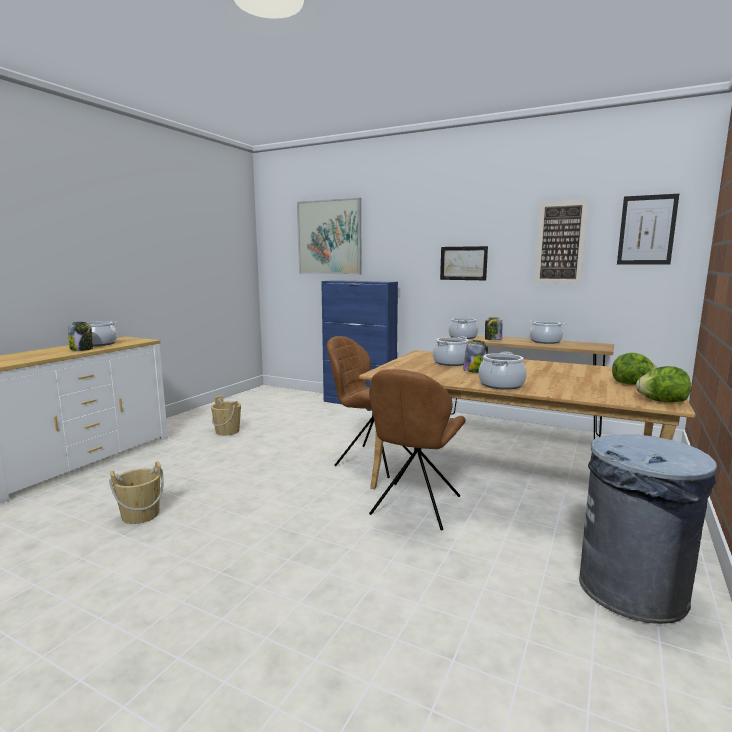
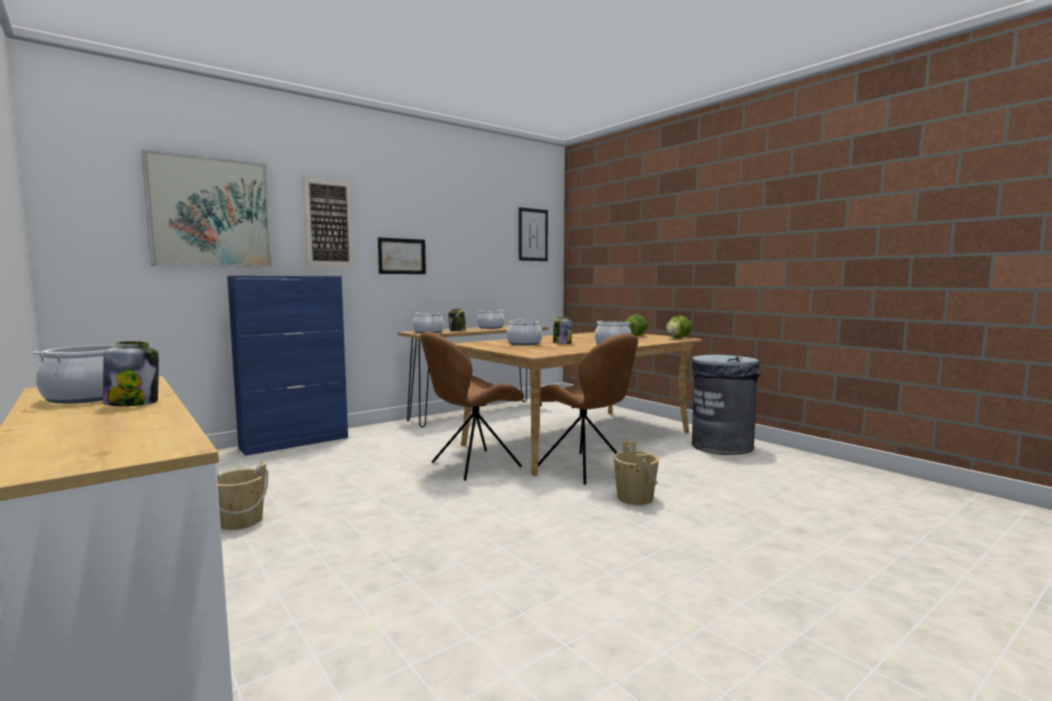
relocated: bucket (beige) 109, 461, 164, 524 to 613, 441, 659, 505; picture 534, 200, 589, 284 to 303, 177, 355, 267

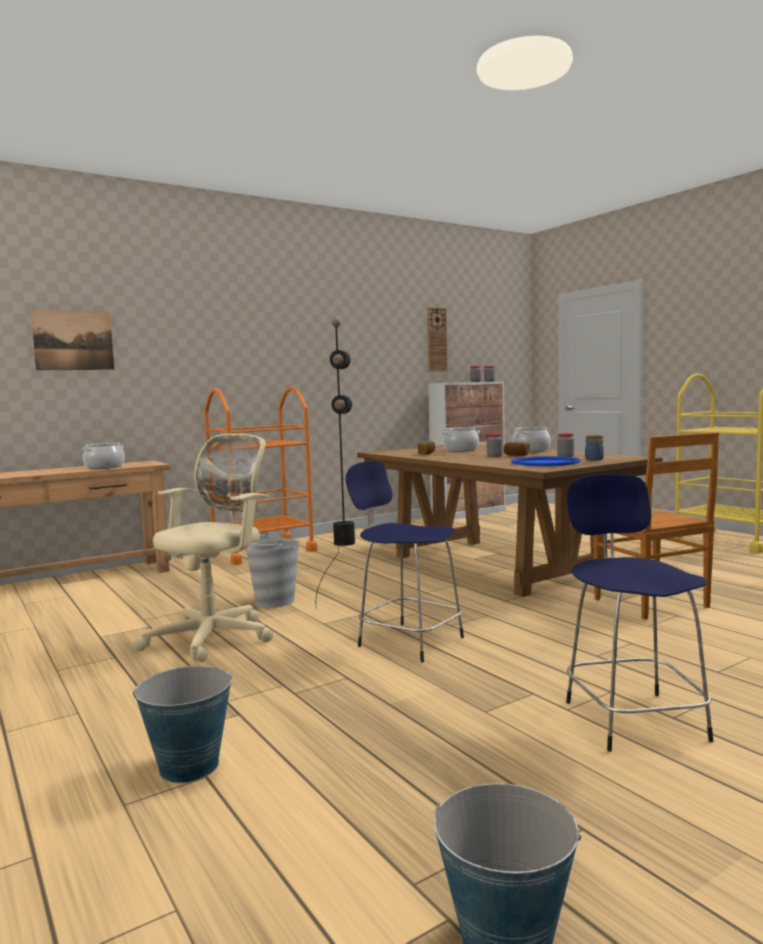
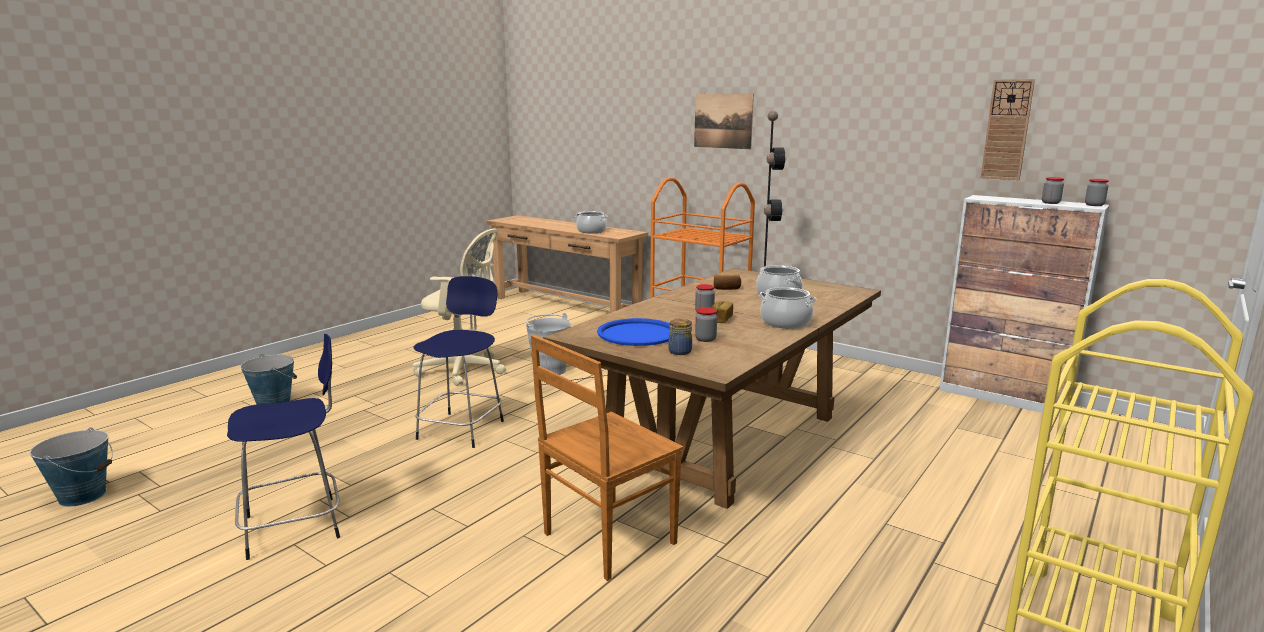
relocated: picture 31, 309, 114, 370 to 694, 94, 754, 149

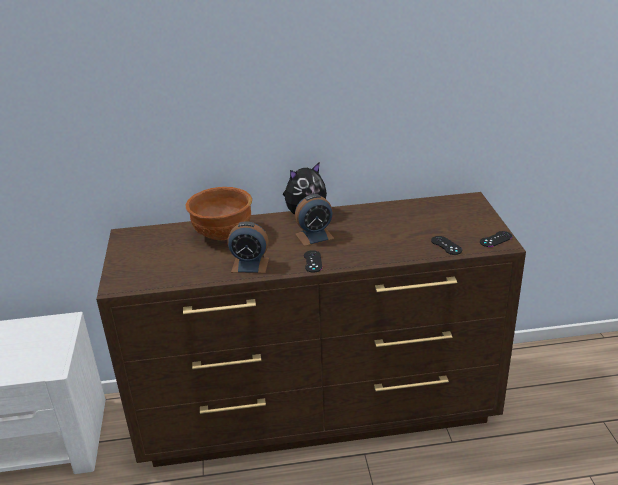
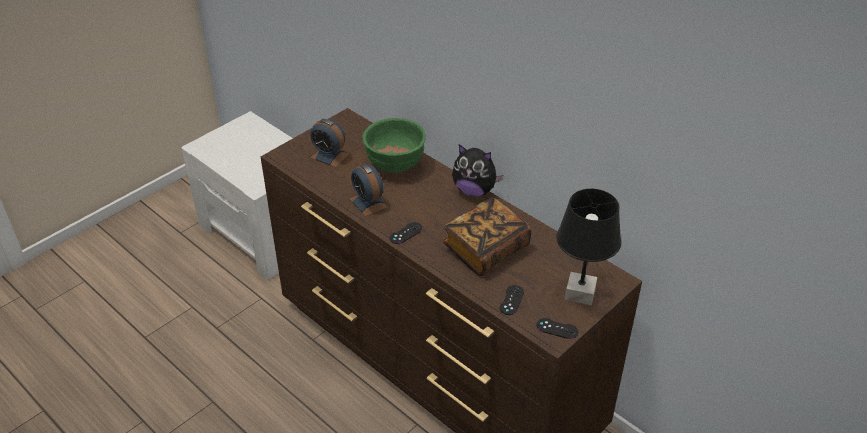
appeared: bound book 443, 197, 532, 276; table lamp (black-coloured) 556, 189, 621, 305
relocated: table clock 295, 194, 334, 246 to 310, 119, 349, 168
colour: serving bowl (brown) 186, 187, 252, 241 to serving bowl (green-coloured) 362, 118, 426, 173

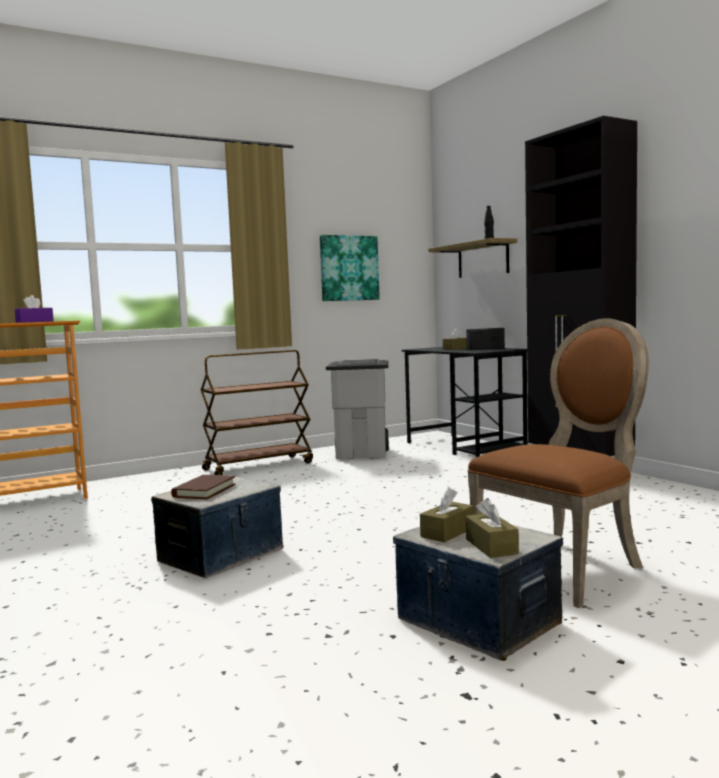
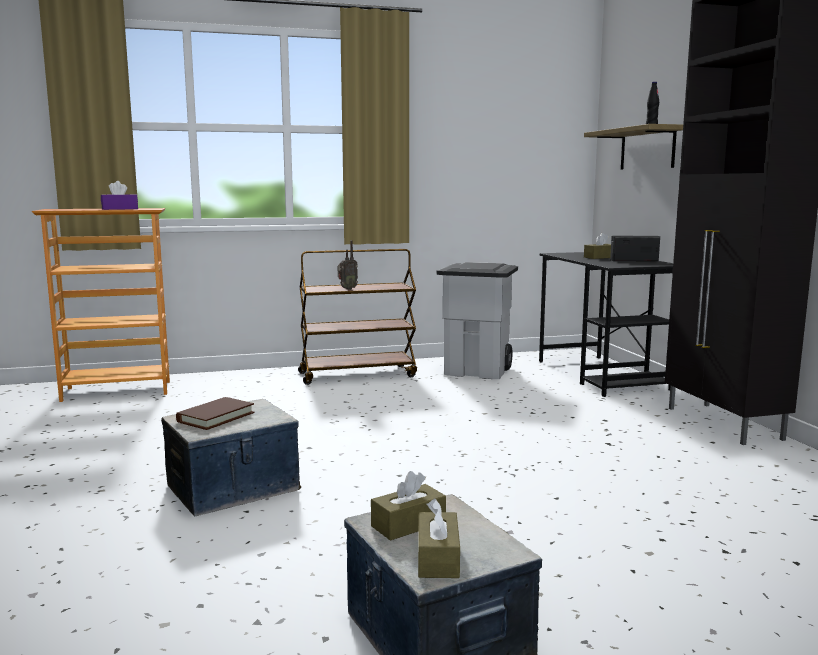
missing: picture 320, 235, 380, 301; chair (brown) 467, 318, 649, 608
appeared: radio receiver 338, 240, 358, 290

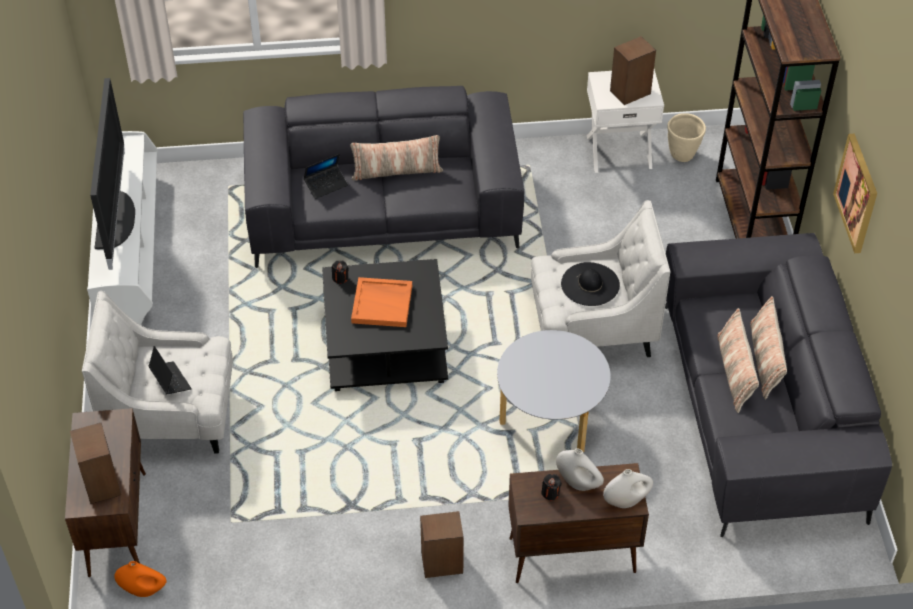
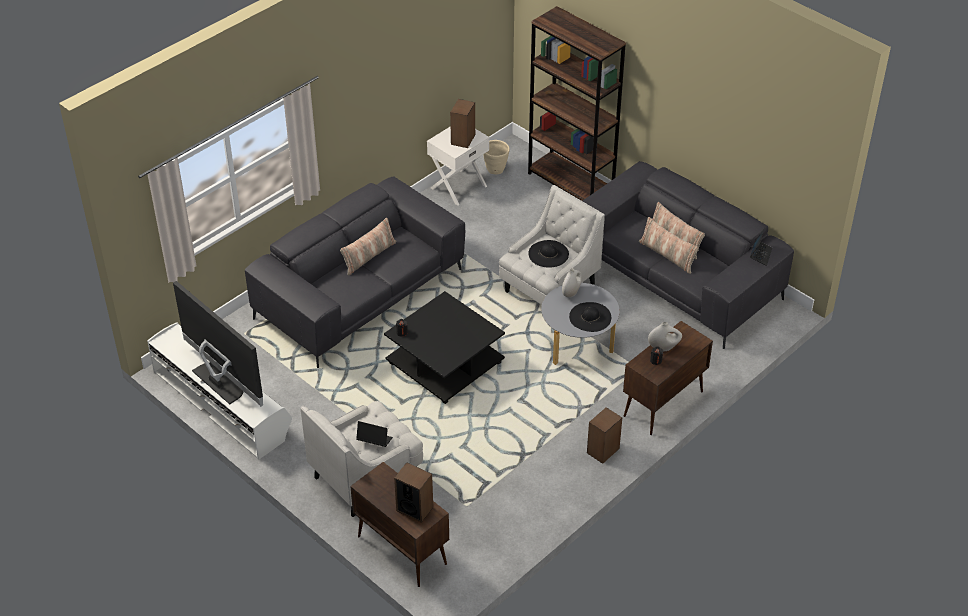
missing: decorative vase (orange) 114, 561, 166, 597; carrying tray (orange) 351, 277, 412, 327; picture 833, 134, 877, 253
appeared: hat (black-coloured) 569, 302, 611, 332
relocated: laptop 304, 154, 348, 199 to 750, 228, 772, 266; decorative vase (white-coloured) 603, 469, 653, 508 to 562, 268, 582, 298

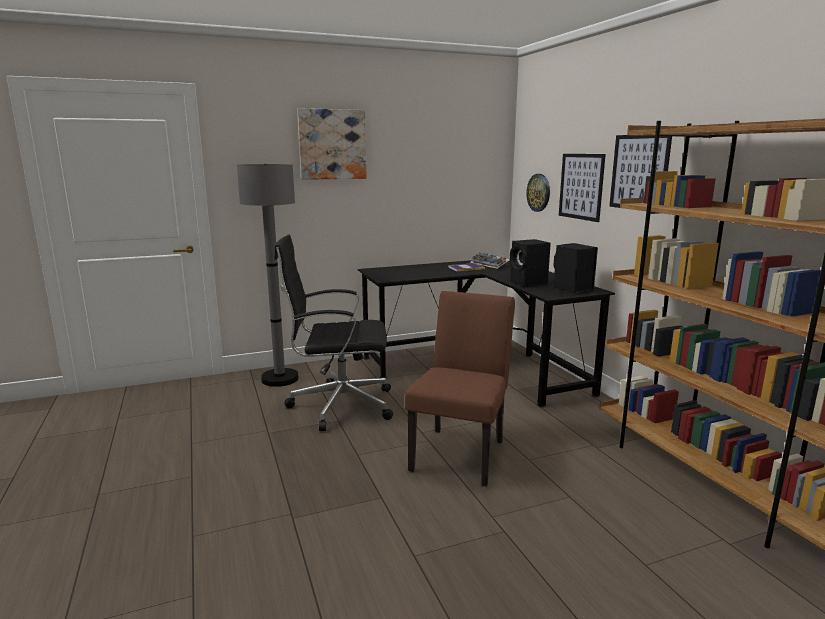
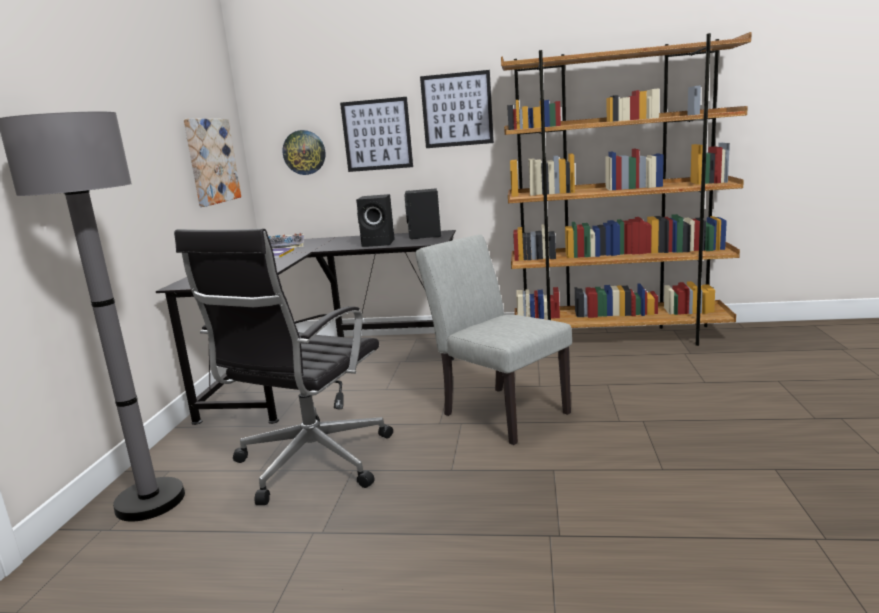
relocated: picture 297, 108, 366, 180 to 183, 118, 241, 207
colour: chair (brown) 405, 291, 515, 487 to chair (greyish) 415, 234, 572, 445

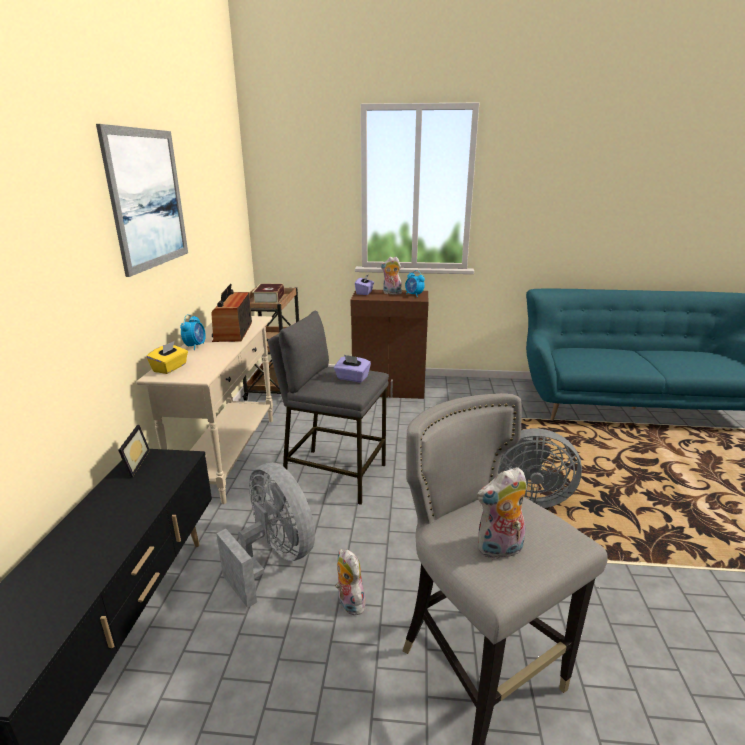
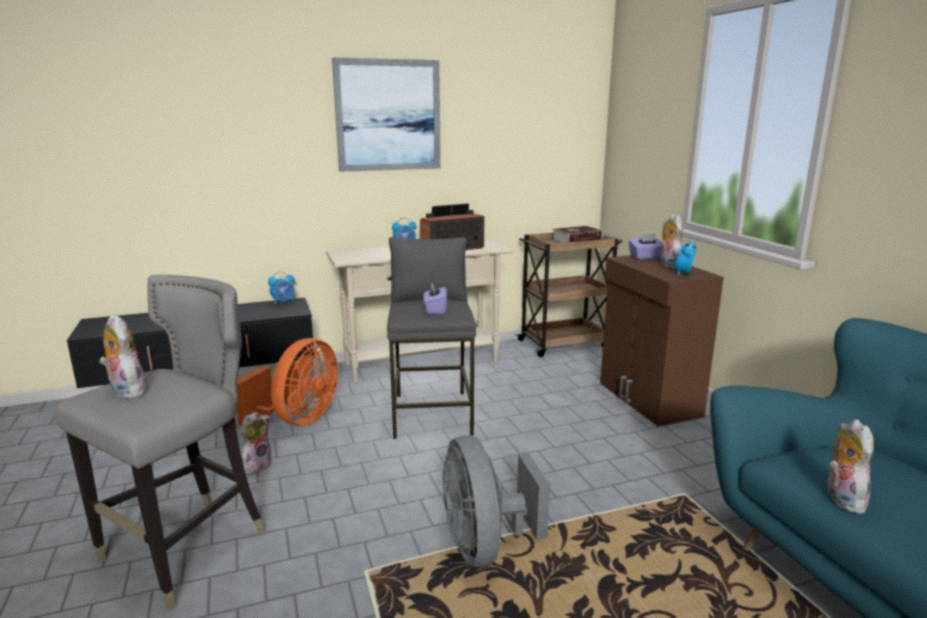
missing: box of tissues (yellow) 147, 341, 188, 374
appeared: soft toy 827, 419, 874, 514
exchanged: standing frame 118, 425, 150, 478 to table clock 268, 272, 294, 305
colour: electric fan (greyish) 216, 463, 315, 608 to electric fan (orange) 237, 338, 338, 426

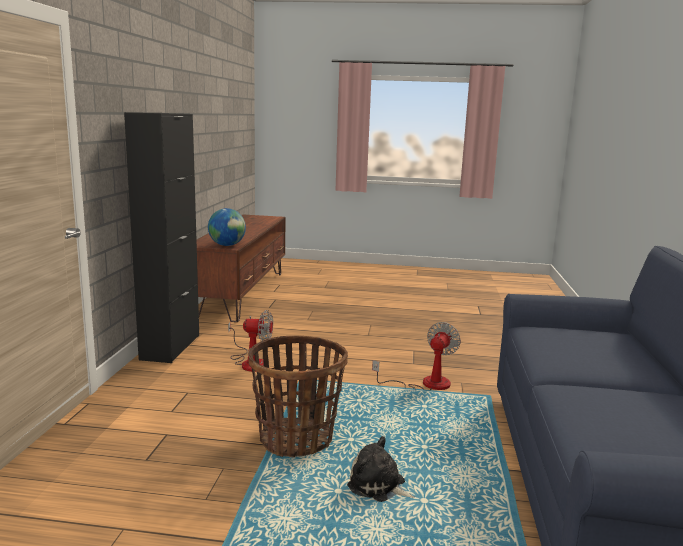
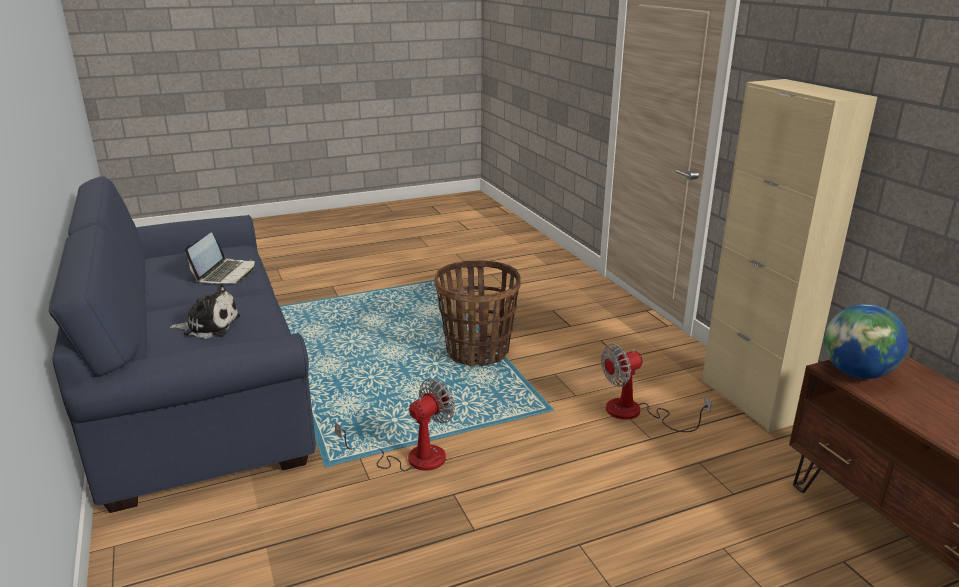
appeared: laptop 185, 233, 255, 284
relocated: soft toy 347, 436, 414, 502 to 170, 284, 240, 339
colour: cabinet (black-coloured) 124, 112, 199, 363 to cabinet (beige) 702, 79, 877, 432
spun: electric fan 372, 322, 461, 391 = 335, 379, 455, 471 135 degrees counterclockwise

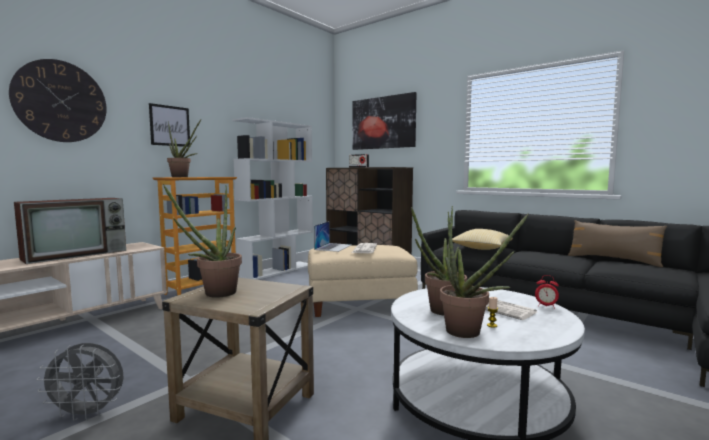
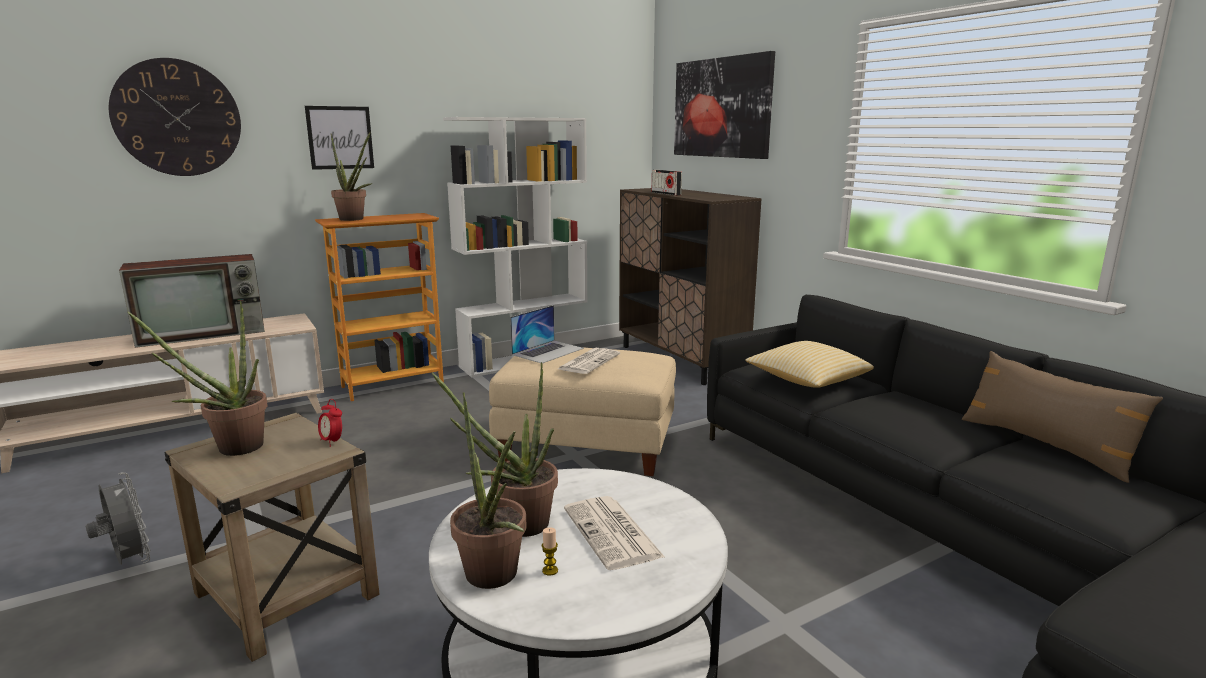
relocated: table clock 535, 275, 559, 309 to 318, 399, 342, 447
spun: electric fan (greyish) 36, 343, 124, 421 = 86, 472, 151, 565 150 degrees counterclockwise

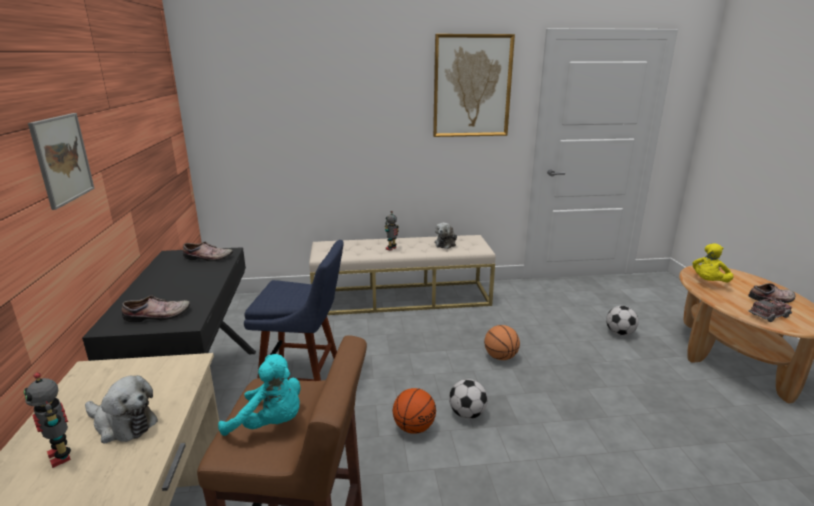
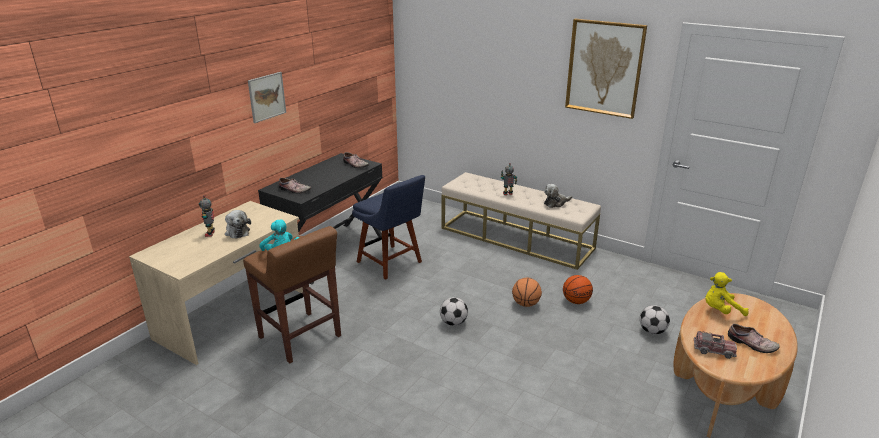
relocated: basketball 393, 388, 436, 434 to 563, 275, 593, 304

